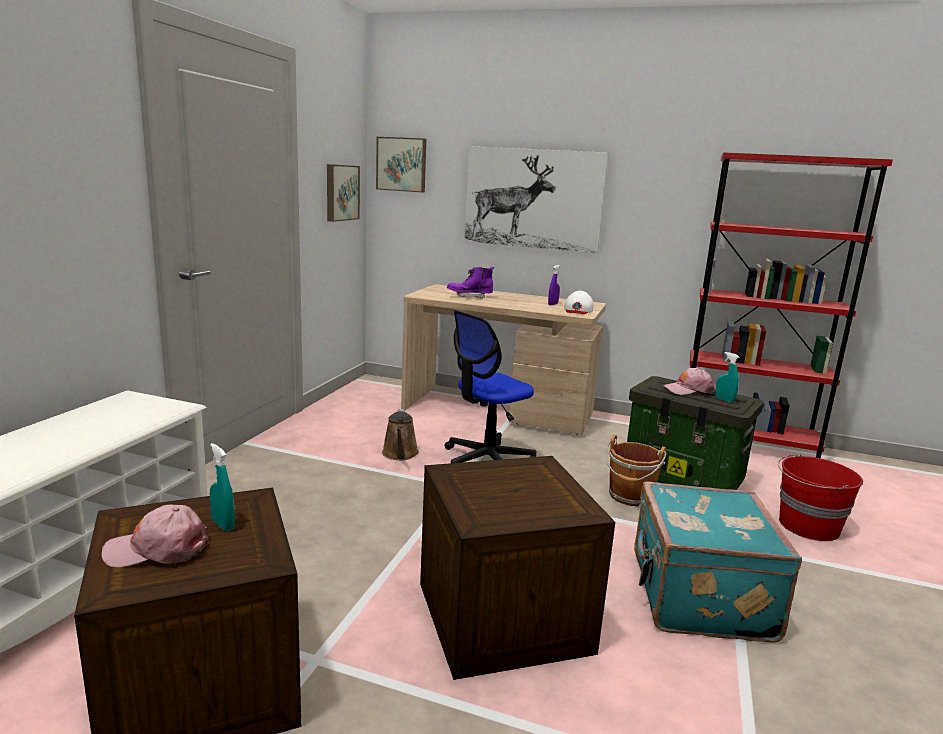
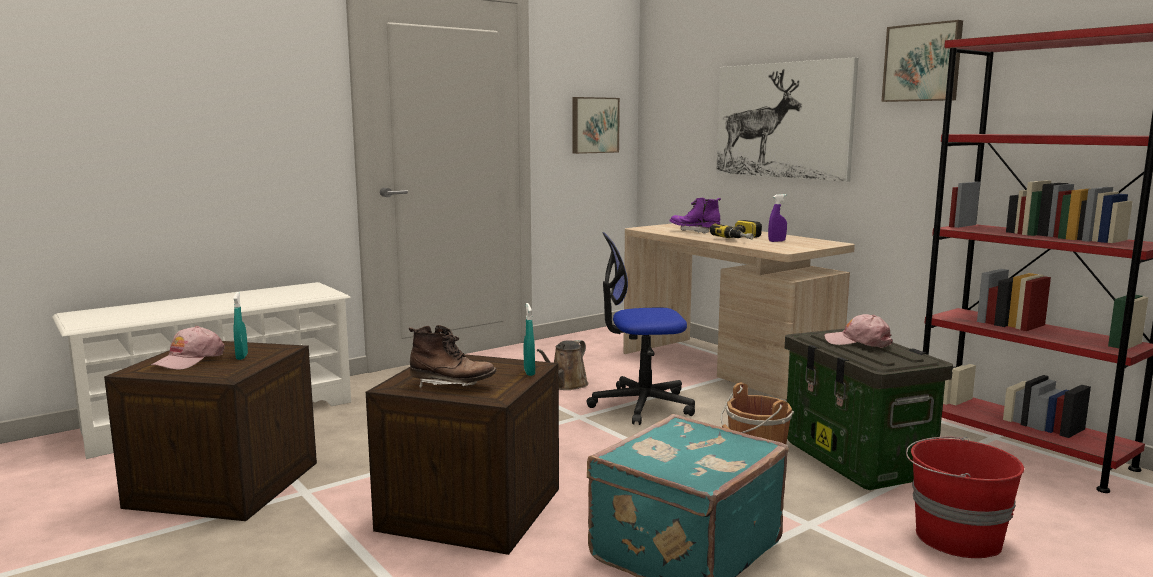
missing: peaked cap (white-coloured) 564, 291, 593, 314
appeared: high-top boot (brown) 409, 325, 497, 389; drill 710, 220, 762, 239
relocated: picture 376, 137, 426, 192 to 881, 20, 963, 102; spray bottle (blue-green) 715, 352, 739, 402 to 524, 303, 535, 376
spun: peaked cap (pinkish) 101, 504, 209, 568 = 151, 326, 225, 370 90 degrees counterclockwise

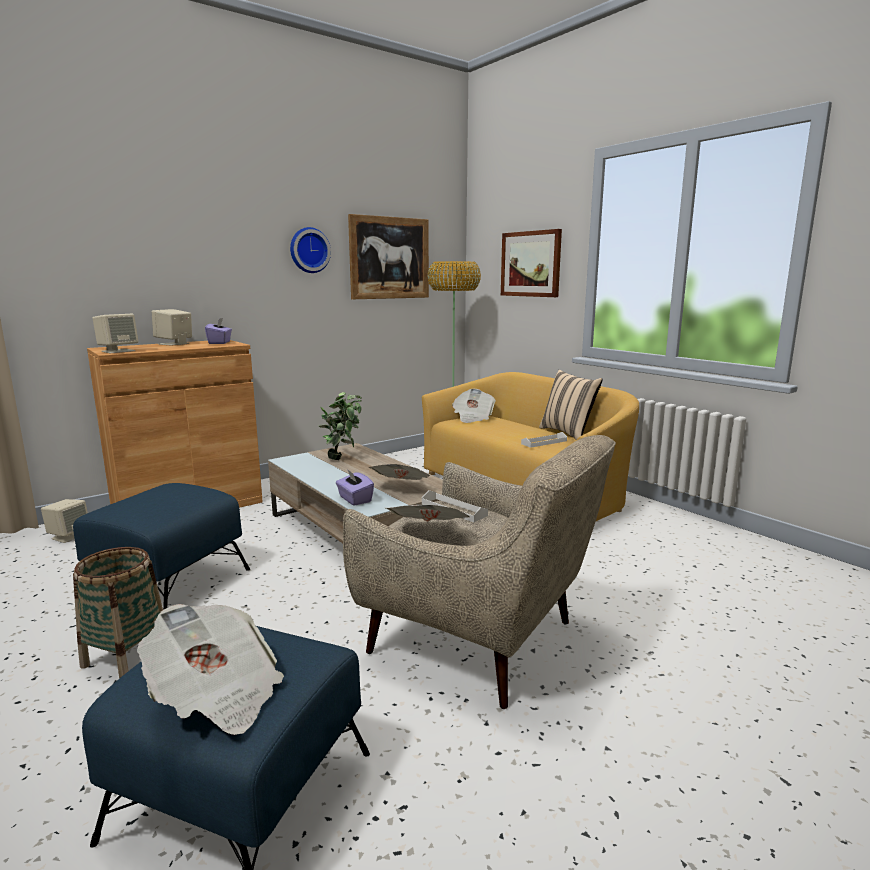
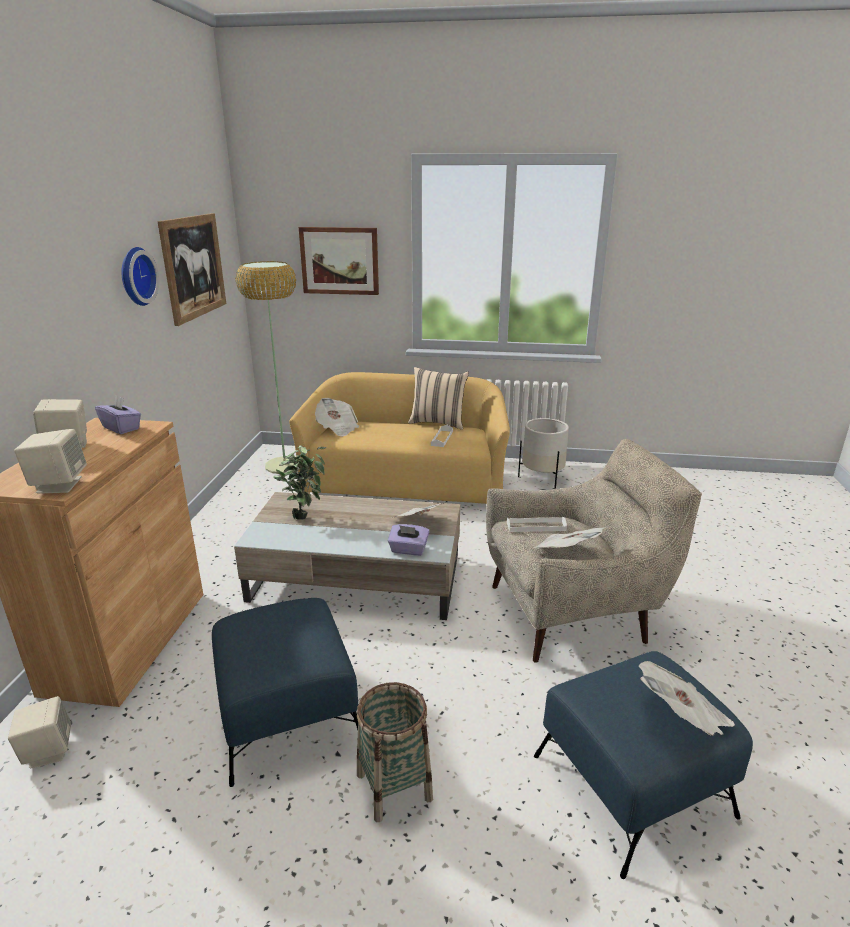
appeared: planter (white-coloured) 518, 418, 569, 489

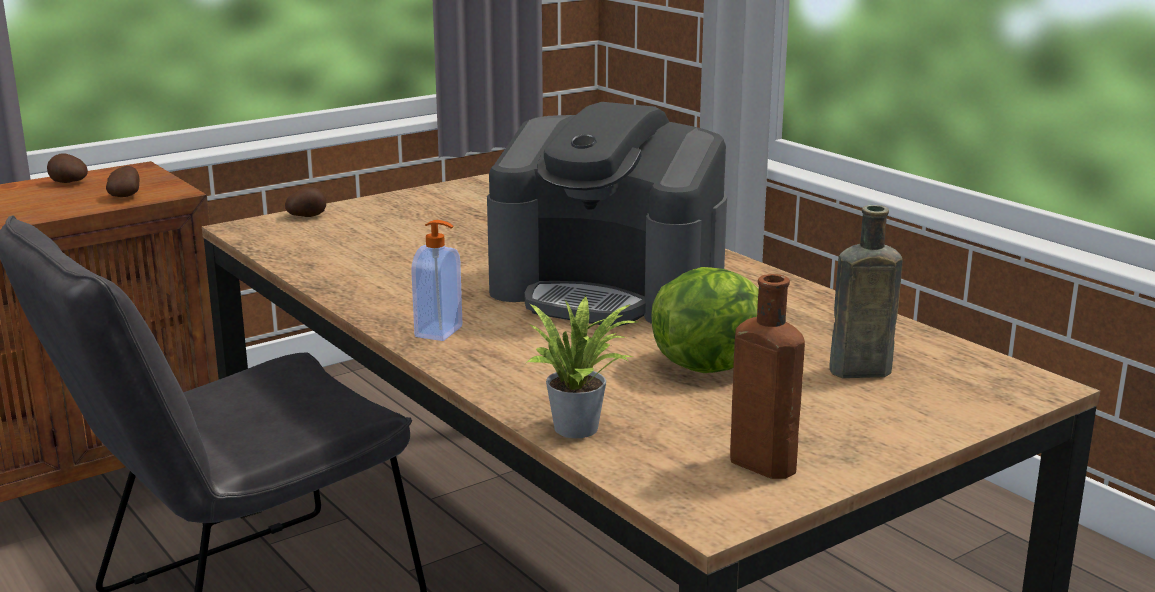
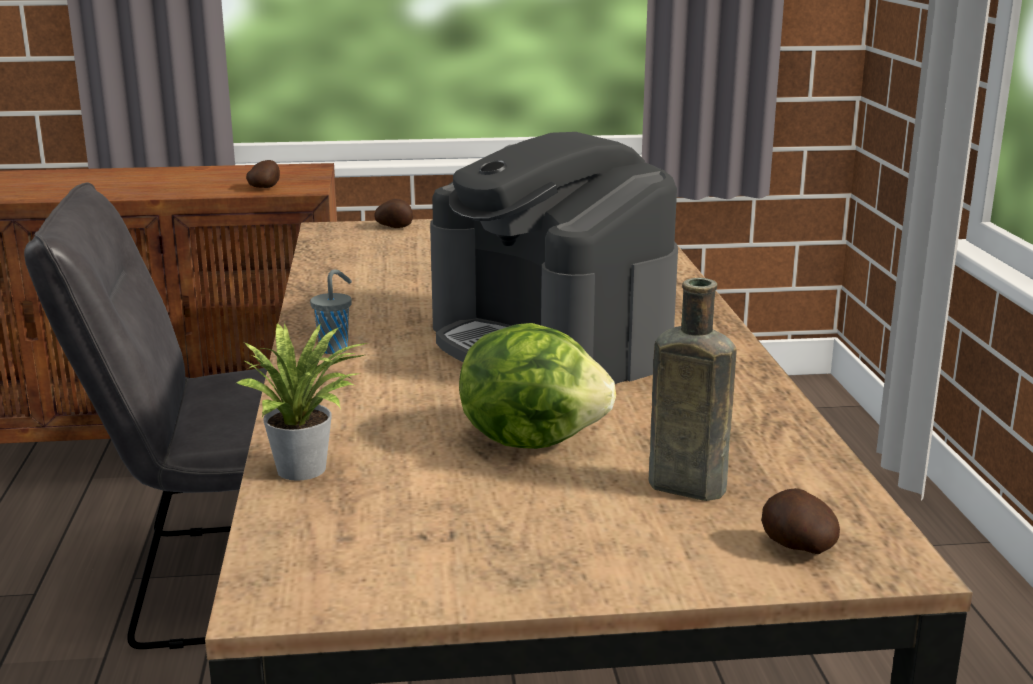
missing: drink bottle (brown) 730, 274, 805, 479
relocated: whole potato 47, 154, 88, 183 to 761, 488, 840, 554
exchanged: liquid soap bottle 411, 220, 462, 341 to drinking cup (greyish) 310, 269, 352, 354

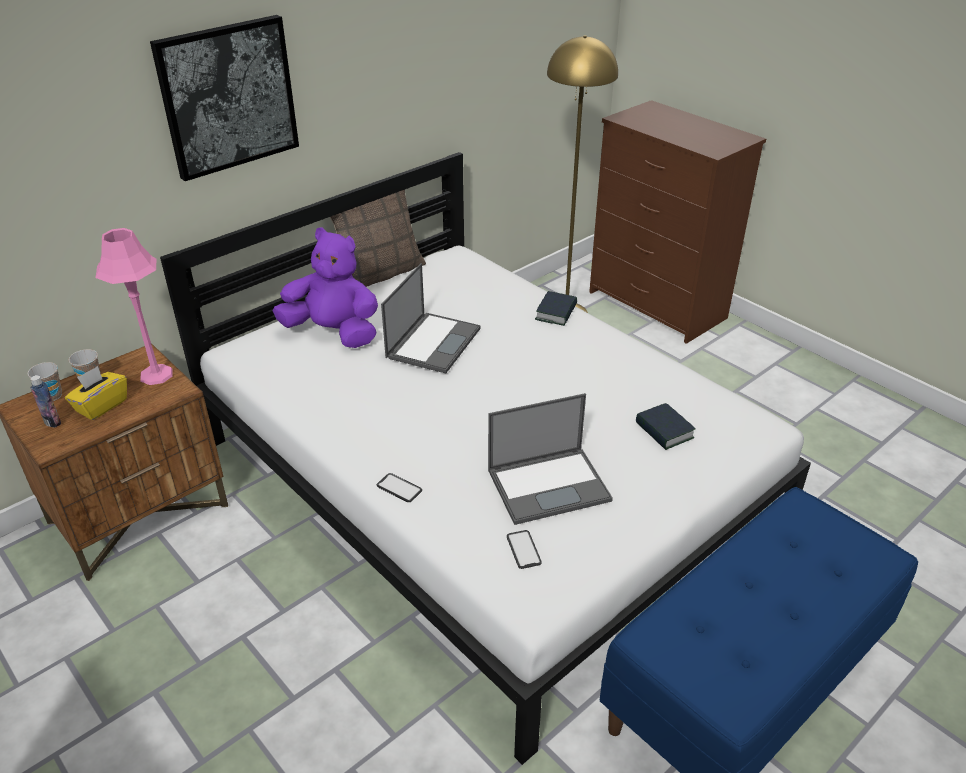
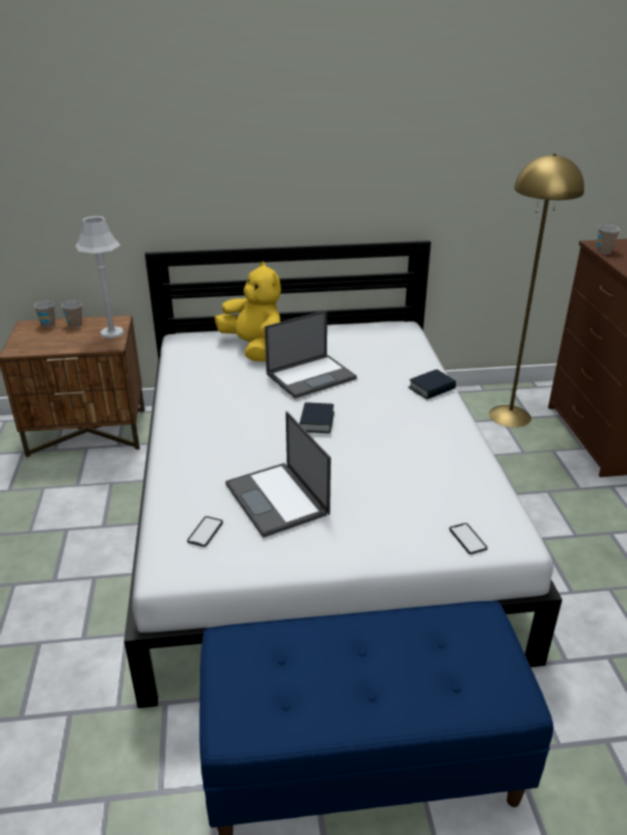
missing: drink bottle 30, 375, 61, 427; box of tissues (yellow) 65, 366, 127, 420; picture 150, 15, 299, 181; pillow 330, 190, 426, 287
appeared: drinking cup 597, 225, 620, 254
relocated: handset 377, 473, 422, 502 to 449, 523, 488, 554; bound book 636, 403, 695, 450 to 299, 402, 334, 433
colour: table lamp (pinkish) 96, 228, 173, 385 to table lamp (greyish) 76, 216, 124, 338; soft toy (purple) 273, 227, 378, 348 to soft toy (yellow) 214, 262, 281, 362
spun: laptop 488, 393, 613, 525 = 226, 411, 331, 538 45 degrees clockwise

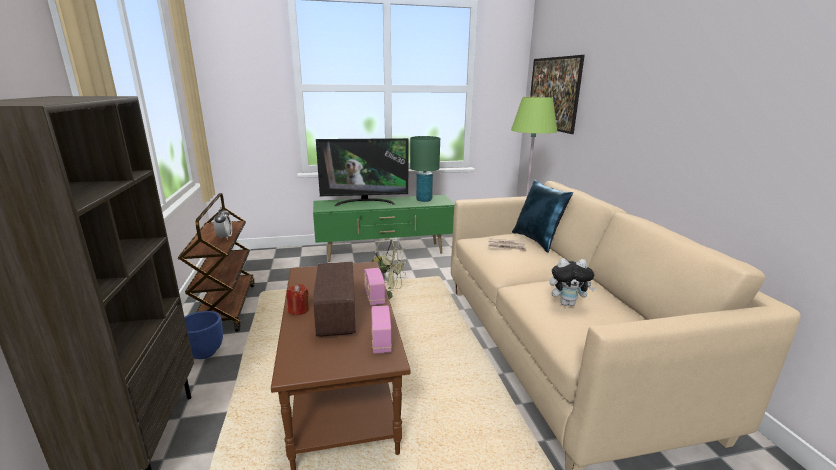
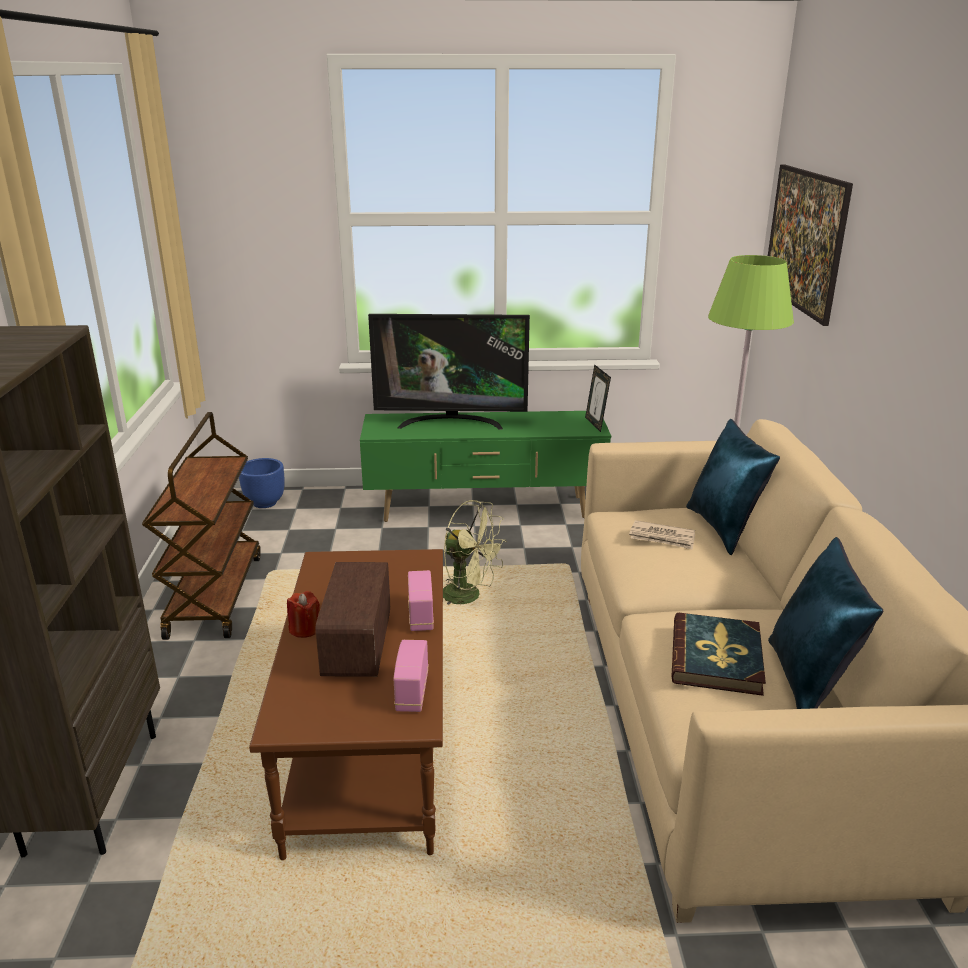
missing: table clock 214, 207, 232, 240; table lamp (green-coloured) 410, 136, 440, 202
appeared: standing frame 585, 364, 611, 432; pillow (blue-coloured) 768, 537, 883, 709
relocated: planter (blue-coloured) 185, 311, 223, 359 to 239, 458, 285, 508
exchanged: soft toy 549, 258, 596, 306 to bound book 671, 613, 766, 696

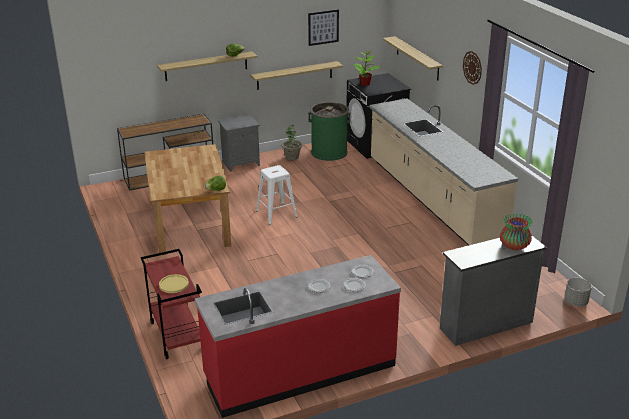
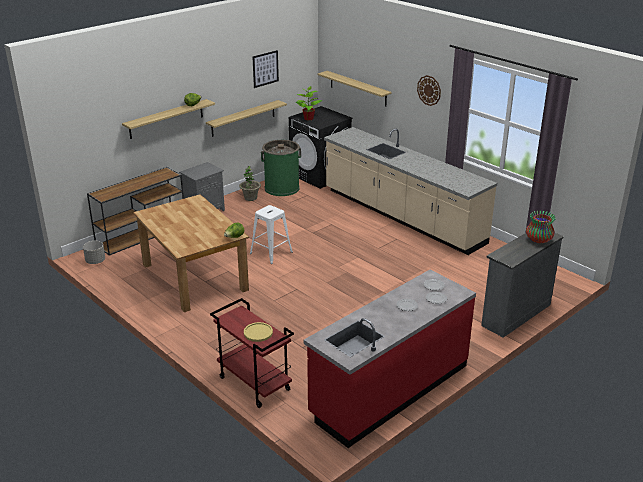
relocated: planter (greyish) 564, 278, 592, 307 to 83, 241, 105, 264

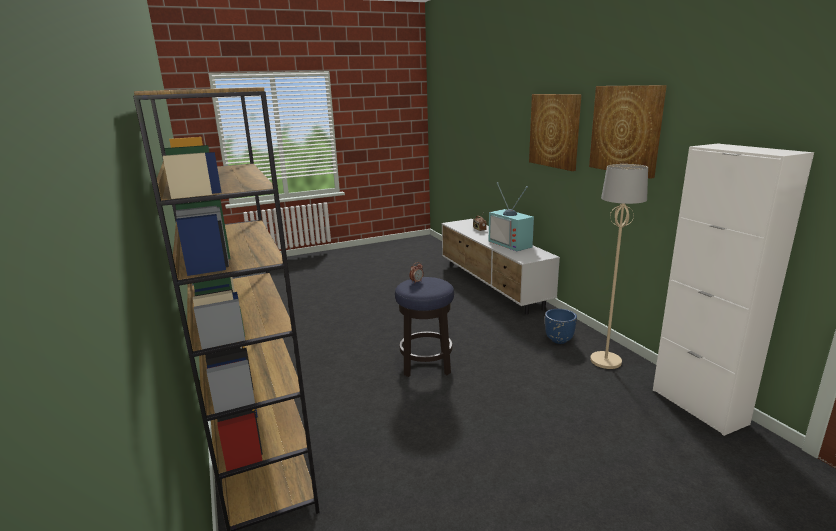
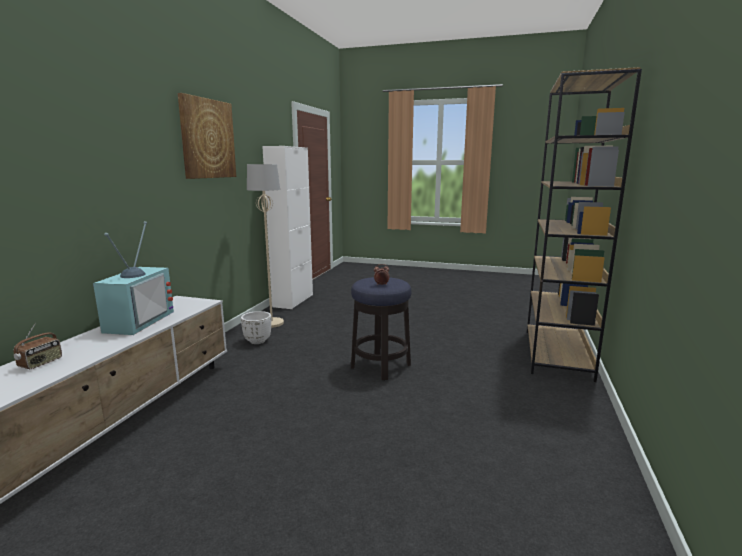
missing: picture 529, 94, 582, 171
colour: planter (blue-coloured) 545, 309, 577, 344 to planter (white-coloured) 241, 311, 271, 344

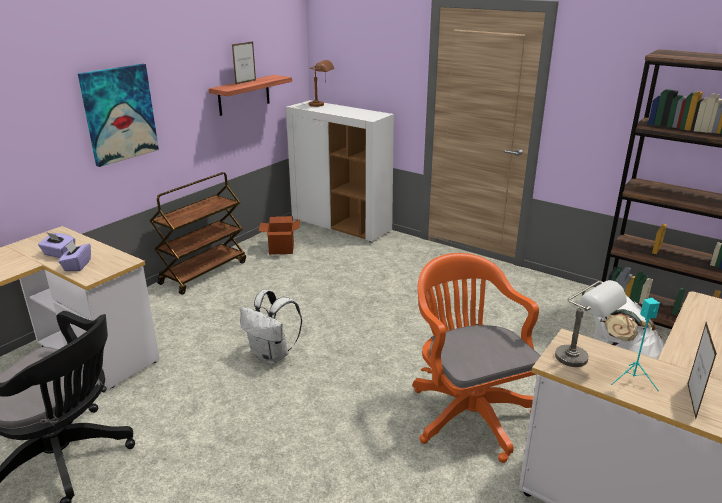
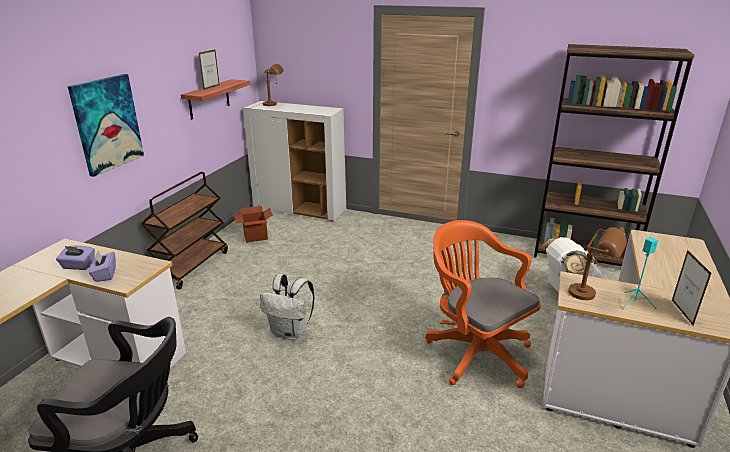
colour: table lamp (greyish) 555, 280, 627, 367 to table lamp (brown) 568, 227, 627, 300

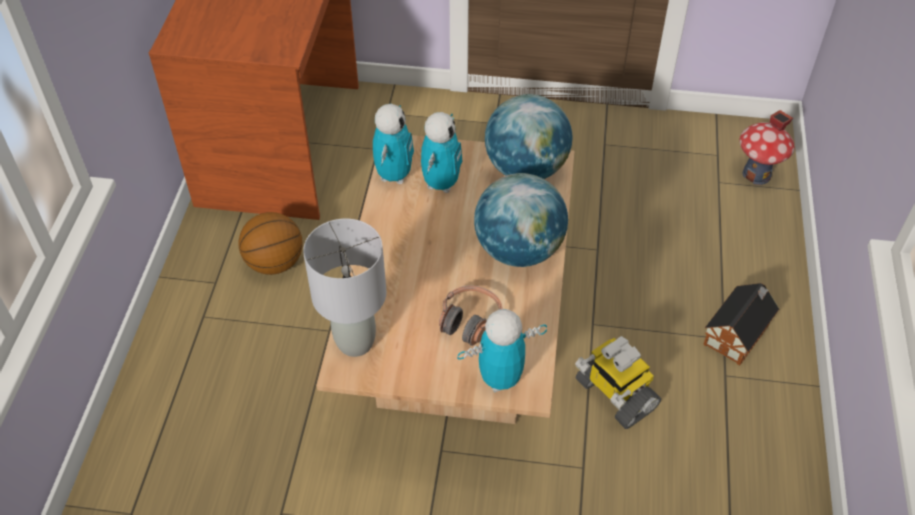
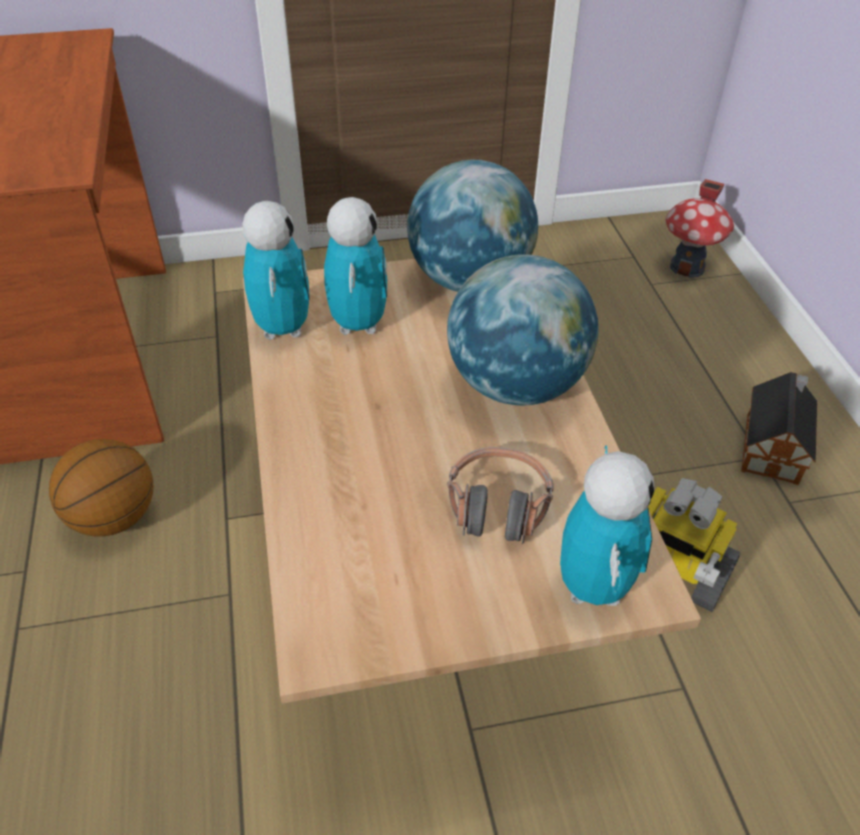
missing: table lamp (greyish) 303, 219, 386, 357
spun: model robot 457, 309, 547, 392 = 560, 445, 654, 606 135 degrees clockwise

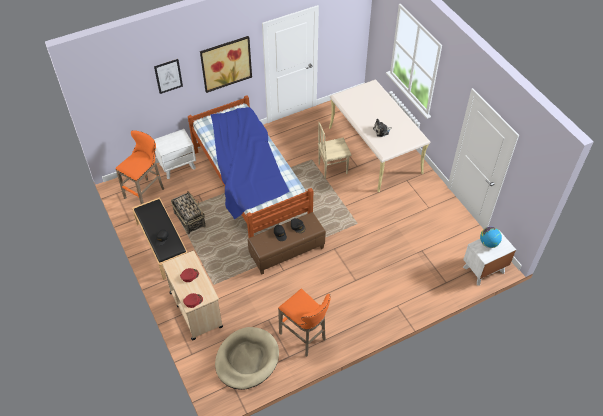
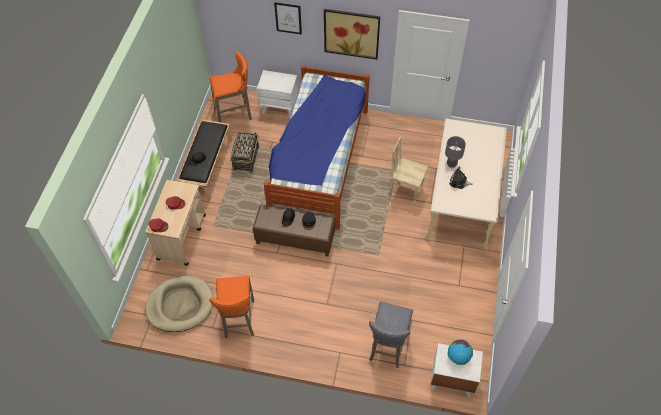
appeared: sitting stool (greyish) 369, 301, 413, 368; table lamp (greyish) 445, 136, 466, 168

